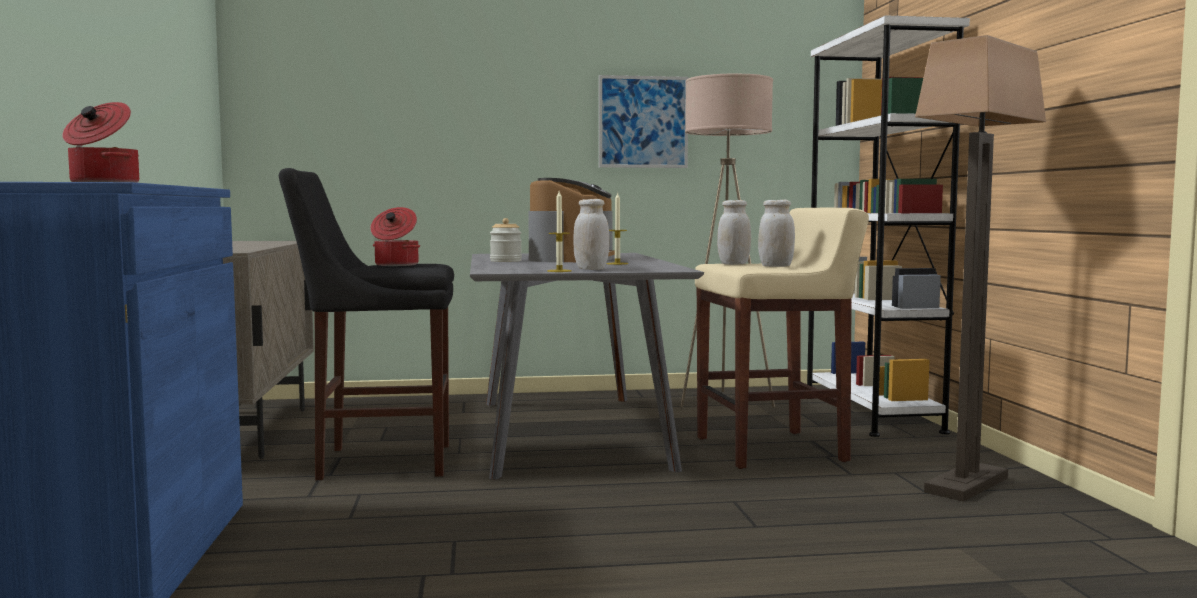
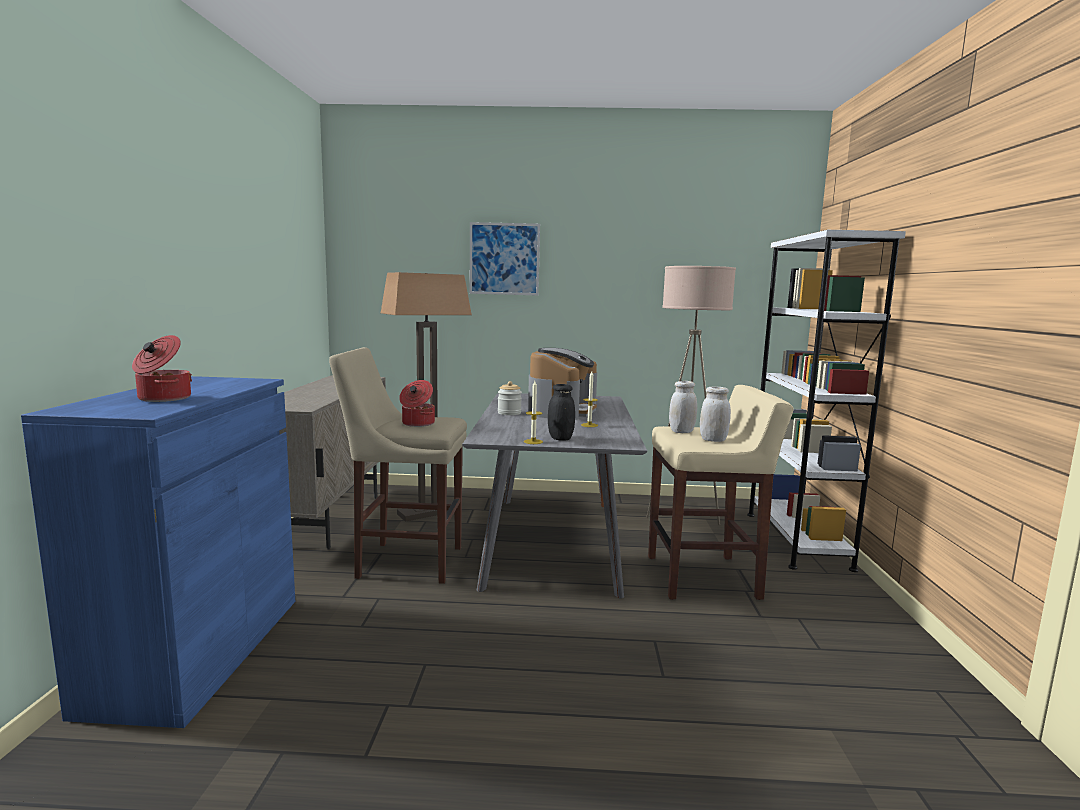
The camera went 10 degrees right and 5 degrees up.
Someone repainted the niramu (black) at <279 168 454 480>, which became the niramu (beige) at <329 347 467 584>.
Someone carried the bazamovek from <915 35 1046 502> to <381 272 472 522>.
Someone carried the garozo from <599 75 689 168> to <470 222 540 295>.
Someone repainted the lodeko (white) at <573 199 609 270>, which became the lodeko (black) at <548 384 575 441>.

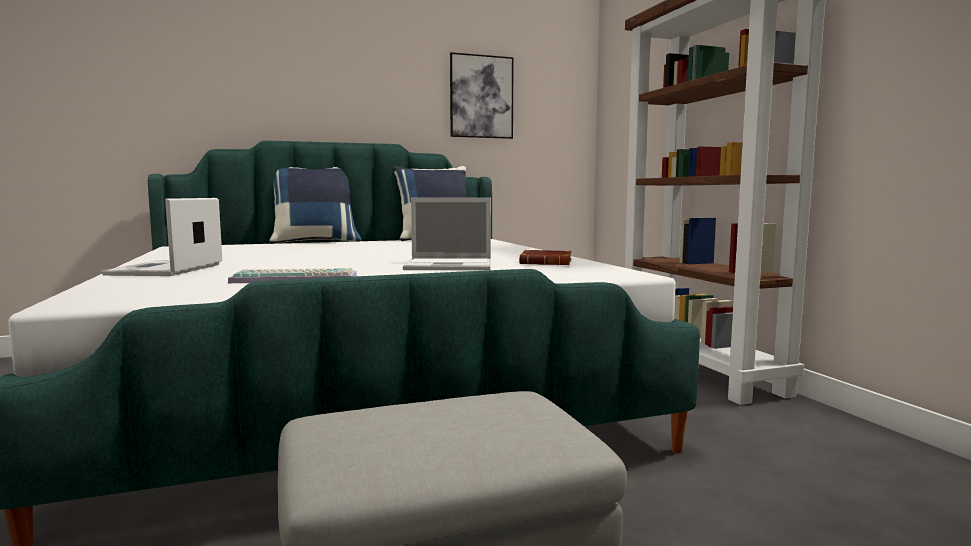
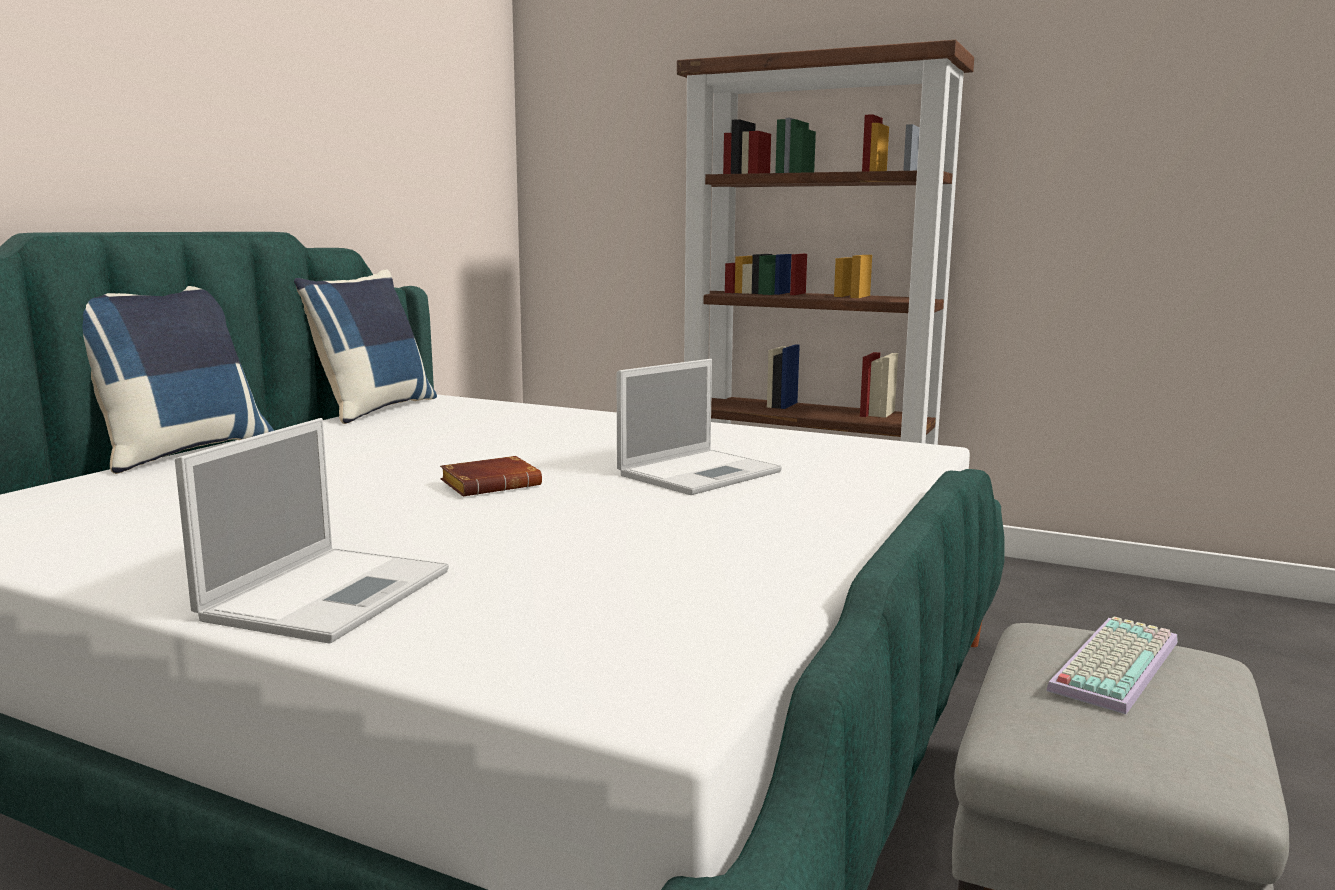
The camera went 45 degrees left and 5 degrees up.
Someone rotated the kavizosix at <102 198 223 276> by 120 degrees counterclockwise.
Someone carried the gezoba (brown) from <519 250 572 265> to <440 456 542 496>.
Someone carried the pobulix from <228 268 357 283> to <1046 617 1178 714>.
Someone took away the garozo at <450 52 514 139>.

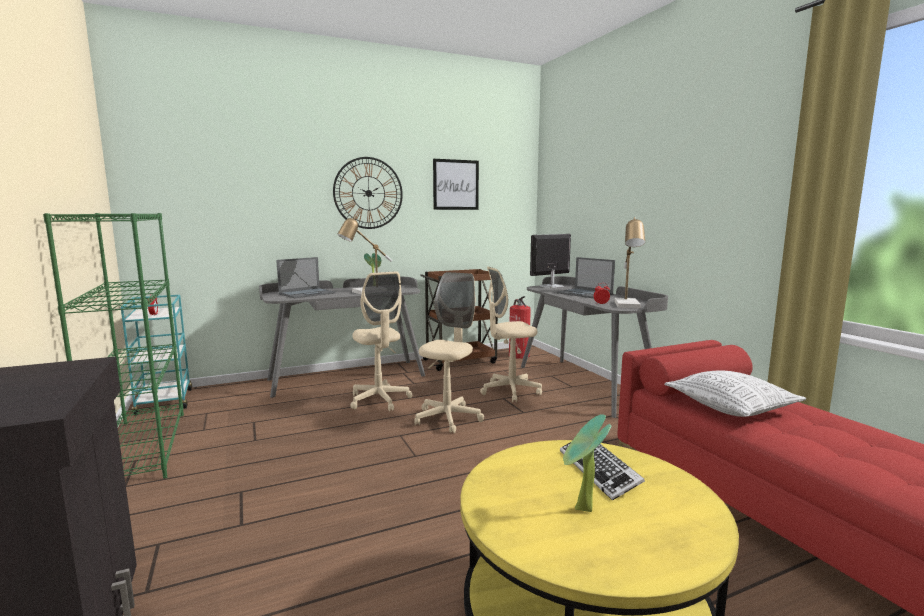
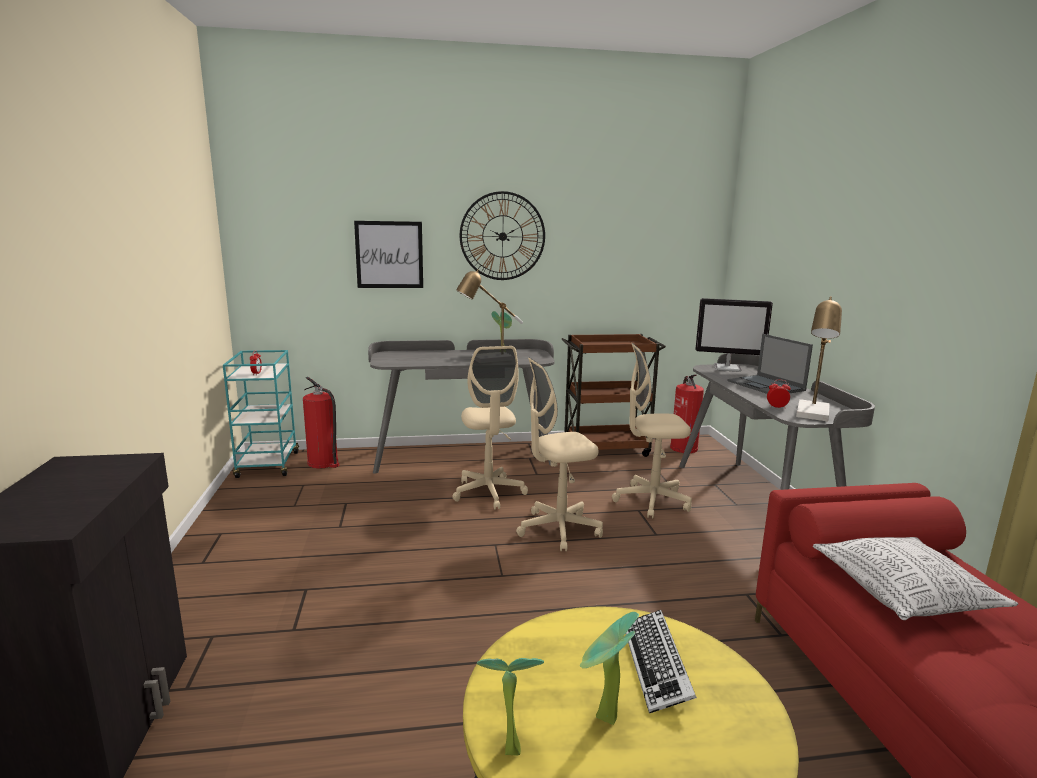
The camera went 15 degrees right and 5 degrees up.
Someone put down the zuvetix at <303 377 339 468>.
Someone carried the garozo from <433 159 479 210> to <354 221 423 288>.
Someone put down the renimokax at <477 658 544 755>.
Someone rotated the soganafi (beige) at <414 272 484 433> by 150 degrees counterclockwise.
Someone rotated the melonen at <530 234 571 289> by 150 degrees counterclockwise.
Someone took away the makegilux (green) at <43 213 184 479>.
Someone took away the kavizosix at <276 257 335 298>.

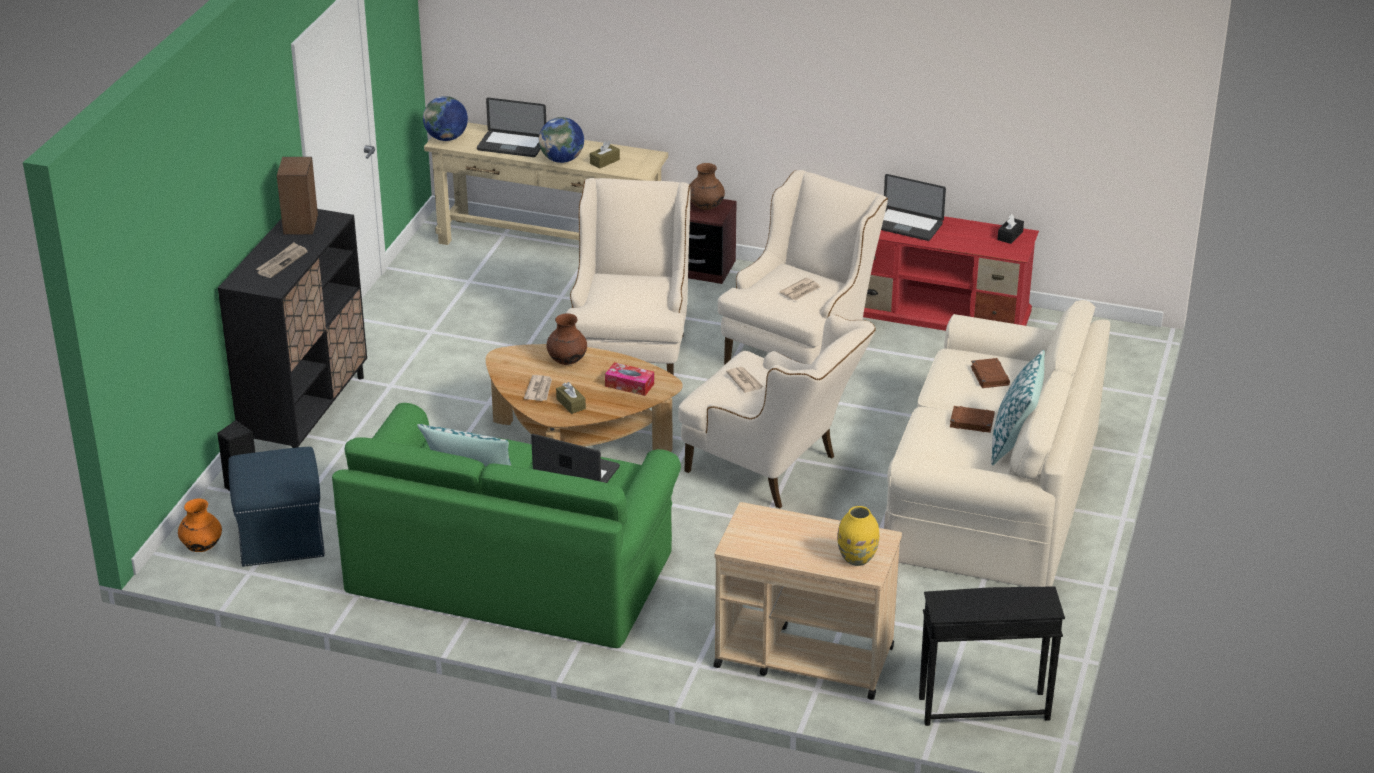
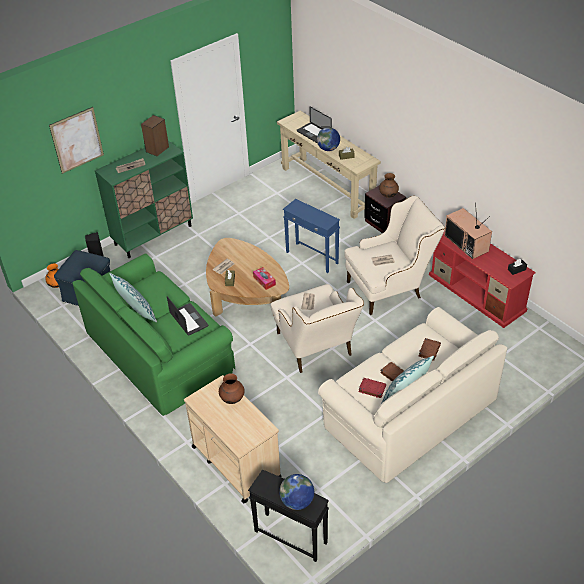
The camera went 35 degrees right and 10 degrees up.
Someone put up the garozo at <49 107 104 174>.
Someone repainted the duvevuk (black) at <218 209 367 448>, which became the duvevuk (green) at <95 140 193 258>.
Someone carried the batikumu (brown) from <547 313 587 365> to <219 373 245 404>.
Someone carried the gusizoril from <423 96 468 141> to <279 474 314 510>.
Someone swapped the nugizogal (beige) at <566 178 690 375> for the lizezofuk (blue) at <283 199 340 273>.
Someone put down the gezoba (red) at <359 378 386 398>.
Someone swapped the kavizosix at <881 174 946 241> for the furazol at <444 203 492 259>.
Someone took away the batikumu (yellow) at <837 506 879 566>.

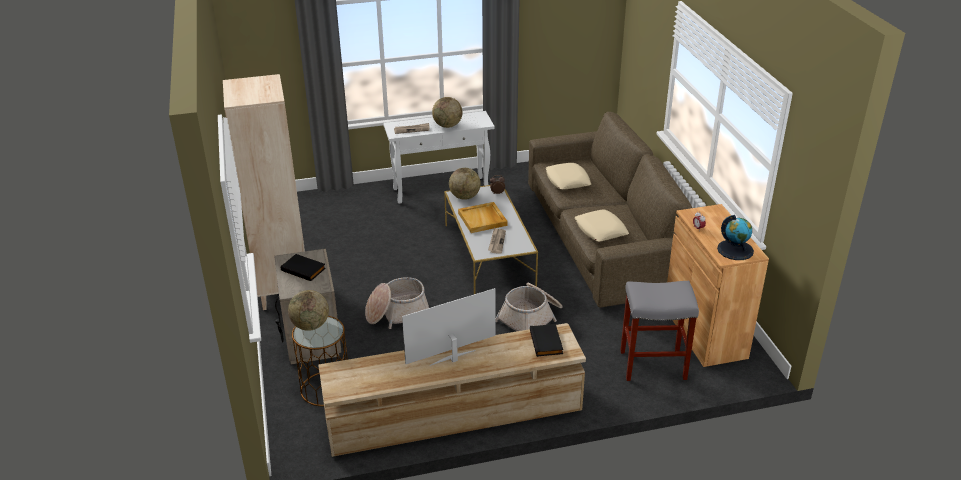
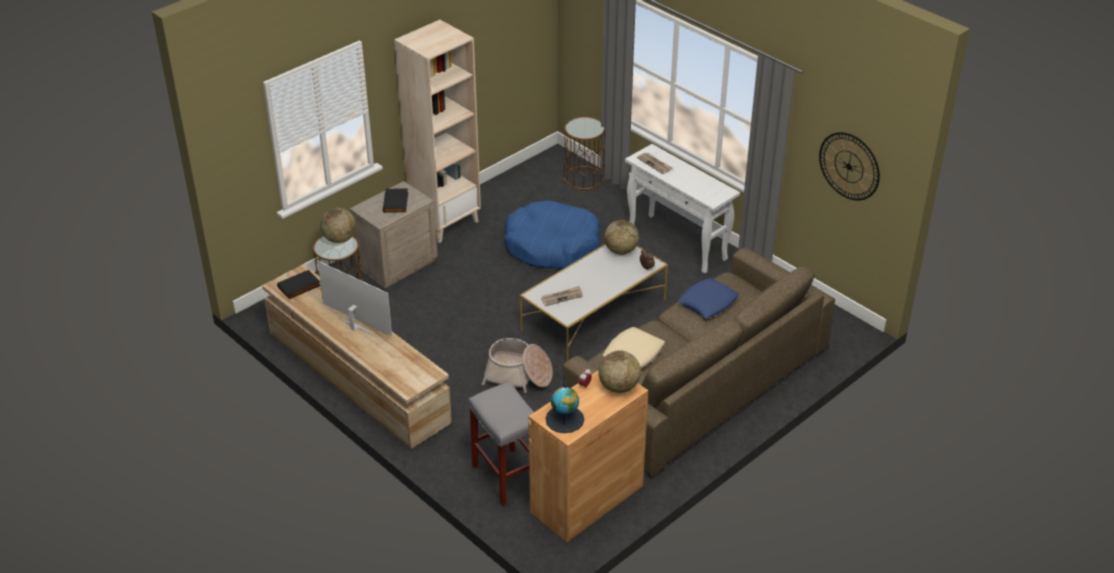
The camera went 60 degrees right and 5 degrees up.
Someone carried the gezoba (black) from <530 324 563 357> to <277 270 321 299>.
Someone put down the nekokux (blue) at <504 201 601 269>.
Someone put down the lizezofuk (brown) at <564 117 605 189>.
Someone carried the gusizoril from <432 97 463 128> to <598 350 641 393>.
Someone repainted the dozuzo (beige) at <546 163 591 189>, which became the dozuzo (blue) at <678 278 739 318>.
Someone put up the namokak at <819 132 880 201>.
Someone took away the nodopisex at <365 277 429 329>.
Someone took away the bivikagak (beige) at <458 202 508 233>.

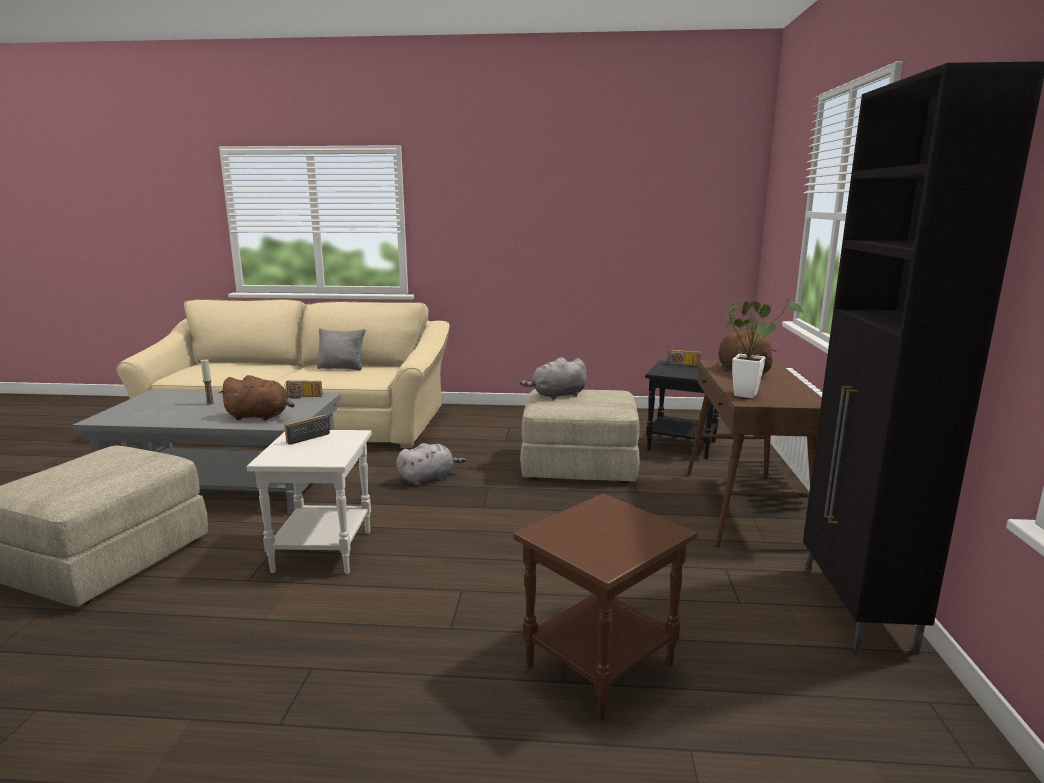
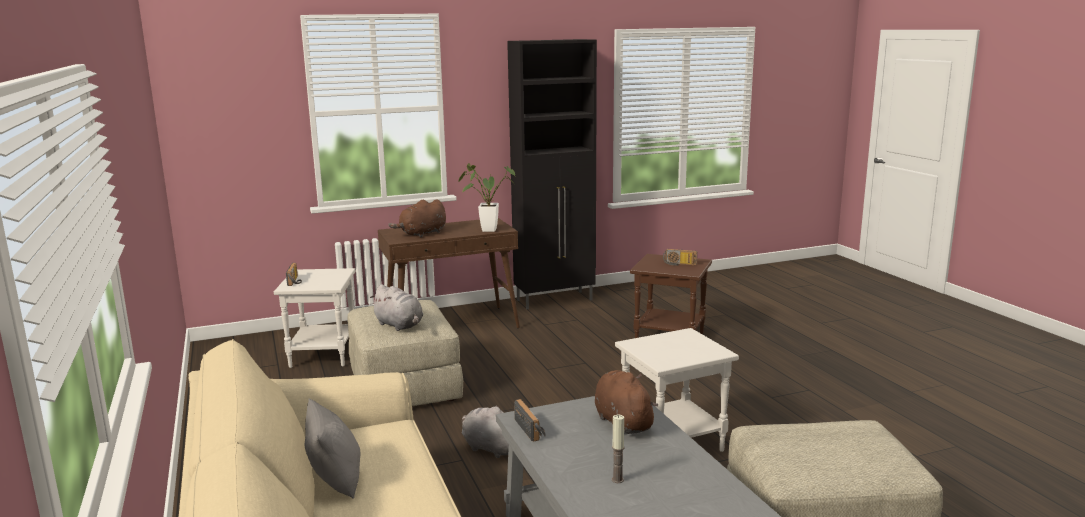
The camera went 115 degrees left and 0 degrees up.
Someone repainted the lizezofuk (black) at <645 360 719 459>, which became the lizezofuk (white) at <274 268 355 368>.
Someone carried the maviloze from <284 414 330 445> to <663 249 697 266>.

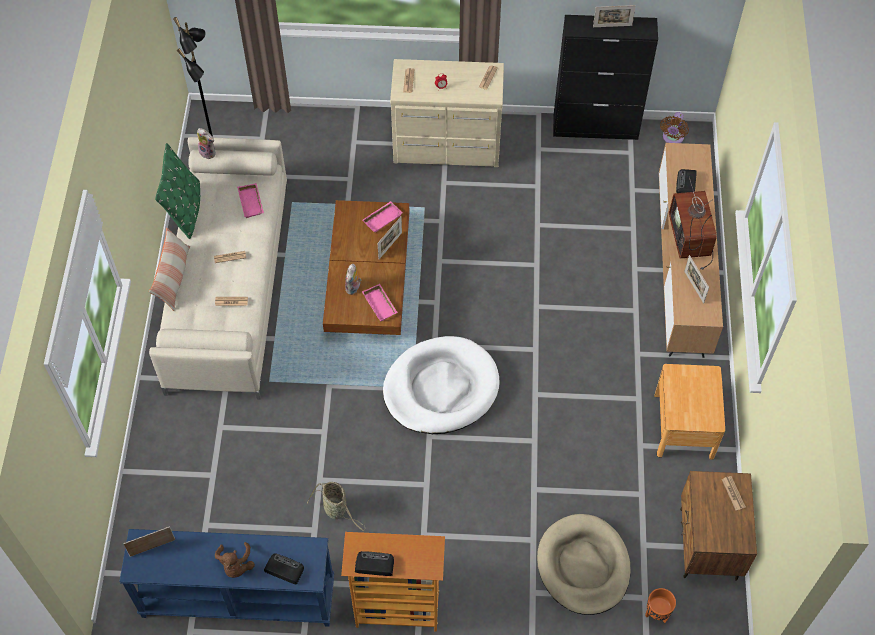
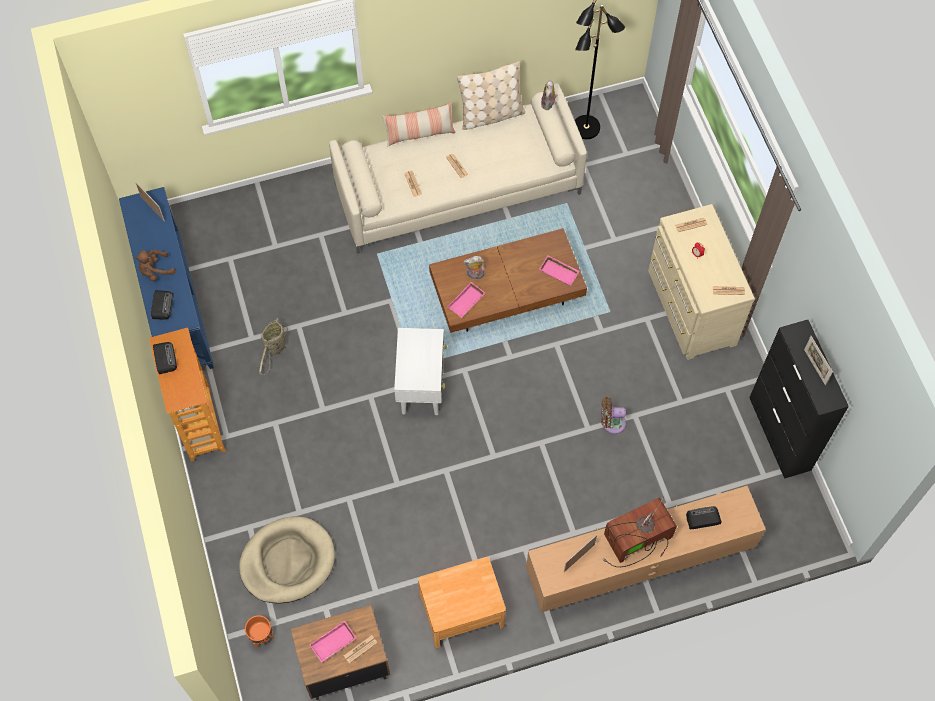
The camera went 70 degrees right and 5 degrees up.
Someone carried the bivikagak (pink) from <237 183 264 218> to <309 621 356 663>.
Someone swapped the nekokux (white) at <383 336 500 434> for the lizezofuk (white) at <394 328 447 415>.
Someone repainted the dozuzo (green) at <155 143 200 239>, which became the dozuzo (beige) at <457 61 525 130>.
Someone carried the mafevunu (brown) from <660 112 689 143> to <601 397 626 434>.
Someone took away the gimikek at <378 217 402 259>.

